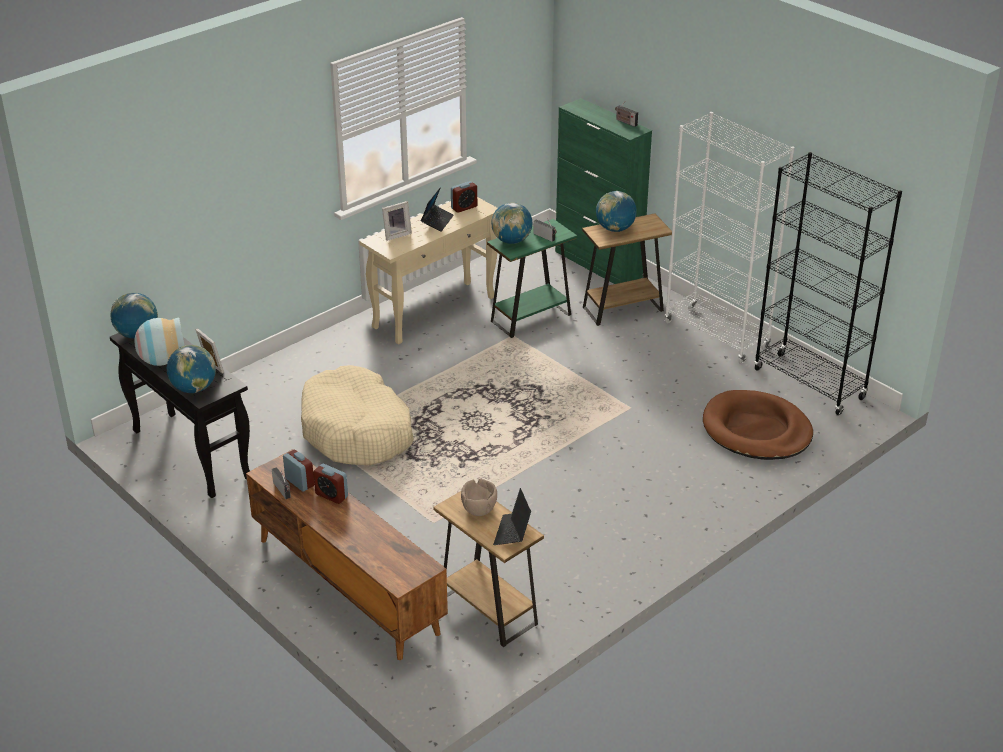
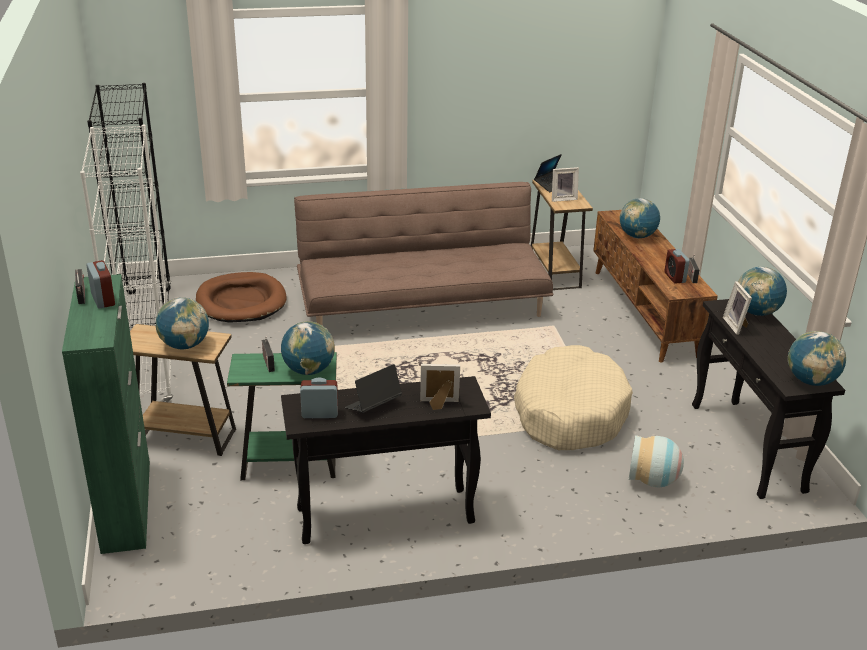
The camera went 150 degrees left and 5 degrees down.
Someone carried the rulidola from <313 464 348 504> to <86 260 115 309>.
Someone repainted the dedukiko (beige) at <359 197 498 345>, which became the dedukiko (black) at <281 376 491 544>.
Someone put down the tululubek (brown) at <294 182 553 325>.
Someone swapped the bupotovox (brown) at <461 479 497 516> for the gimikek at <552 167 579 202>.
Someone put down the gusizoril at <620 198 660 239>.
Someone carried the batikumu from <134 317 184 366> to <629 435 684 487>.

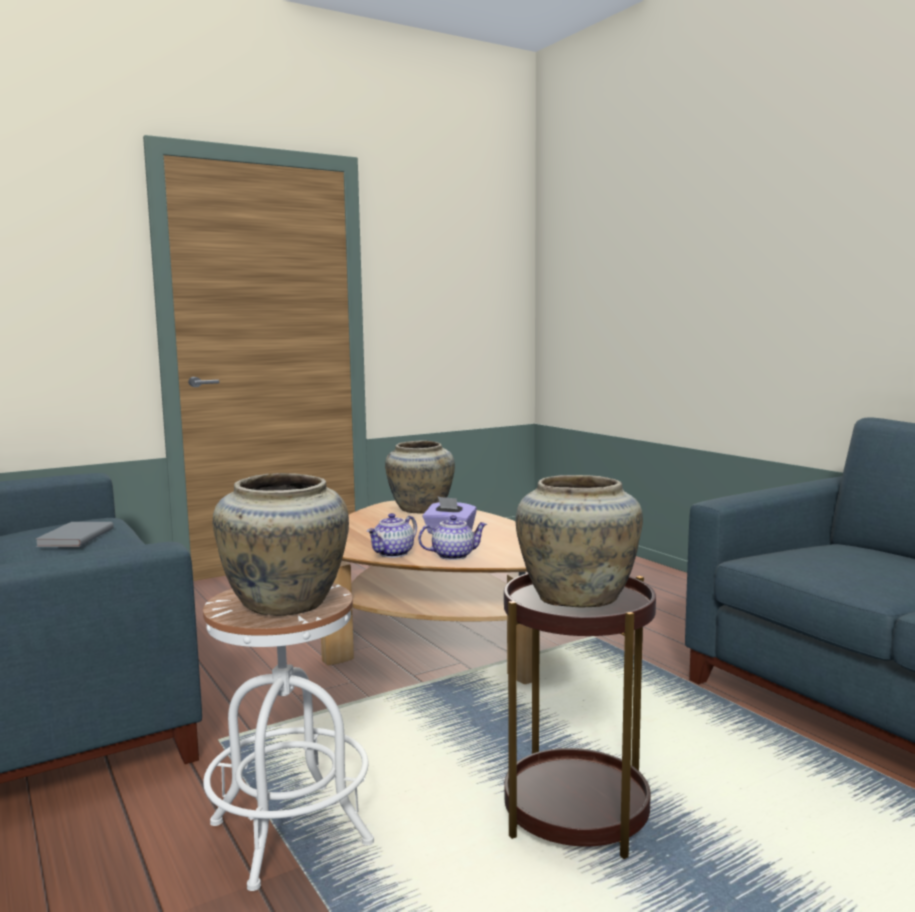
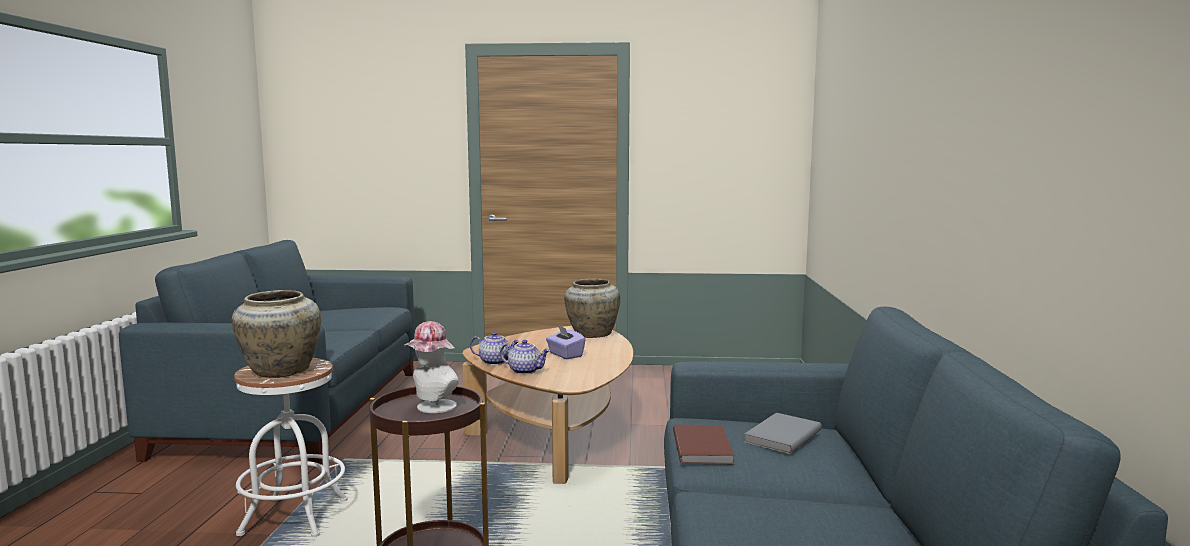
The camera went 35 degrees right and 0 degrees up.
Someone swapped the batikumu (beige) at <516 475 643 607> for the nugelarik at <404 321 459 413>.
Someone rotated the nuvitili at <367 513 417 558> by 150 degrees counterclockwise.
Someone put down the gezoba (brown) at <673 425 734 464>.
Someone carried the gezoba (grey) from <36 522 114 547> to <744 413 822 454>.

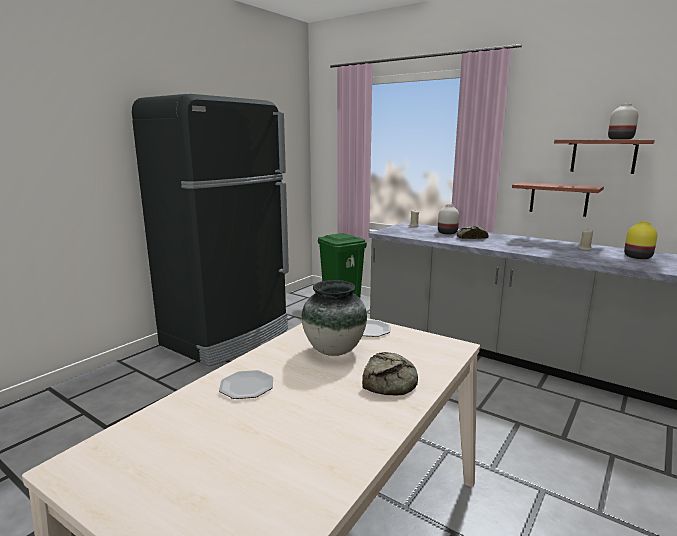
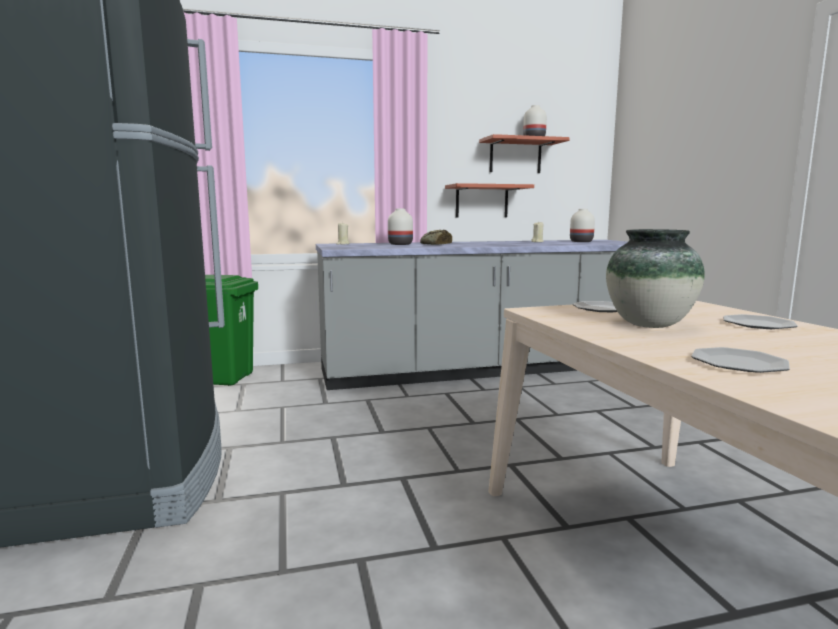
The camera went 50 degrees left and 5 degrees down.
Someone repainted the batikumu (yellow) at <624 221 658 259>, which became the batikumu (white) at <570 209 595 242>.
Someone swapped the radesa at <362 352 418 396> for the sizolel at <723 314 798 329>.

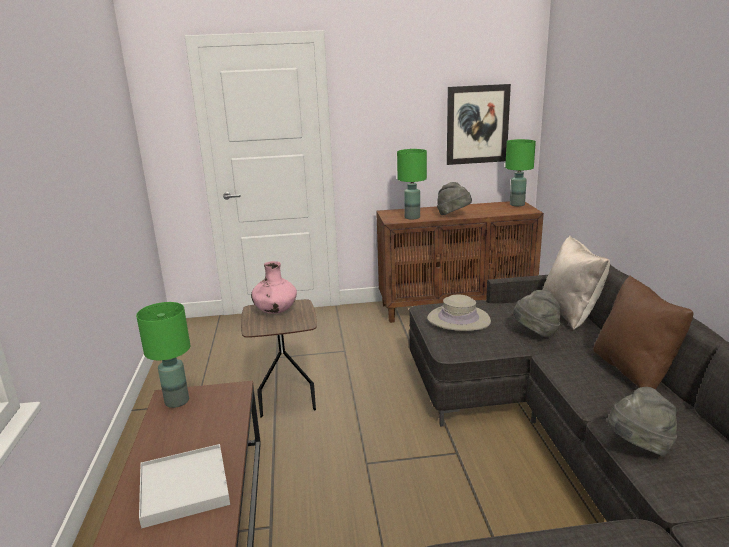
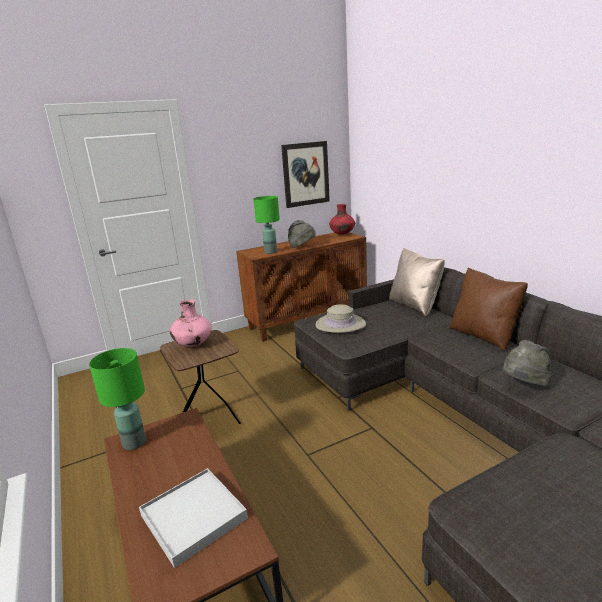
The camera went 20 degrees left and 0 degrees up.
Someone swapped the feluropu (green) at <505 139 536 206> for the batikumu (red) at <329 204 355 234>.
Someone took away the nugelarik (grey) at <513 290 561 337>.

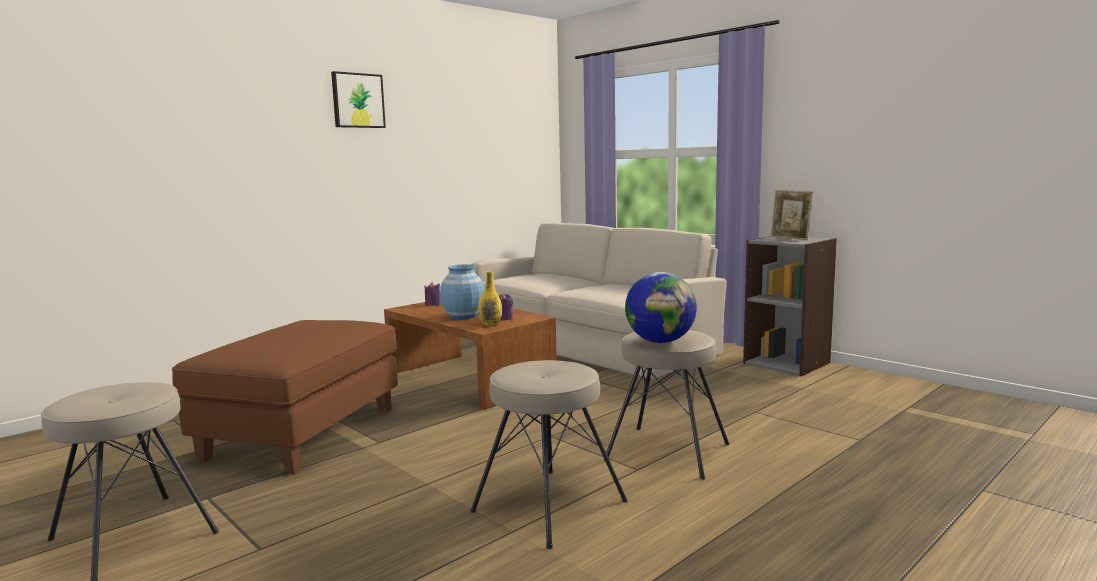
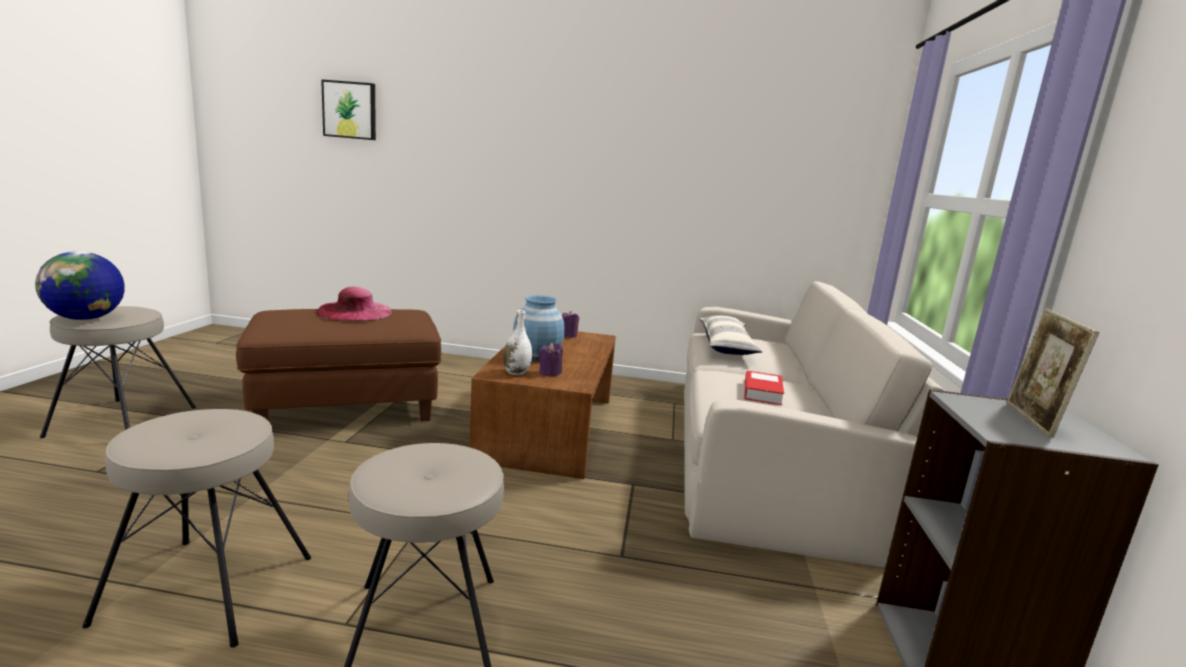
The camera went 50 degrees right and 5 degrees up.
Someone carried the gusizoril from <625 272 697 343> to <35 251 125 320>.
Someone put down the nugelarik (pink) at <316 287 392 321>.
Someone carried the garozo from <331 71 386 128> to <321 79 376 140>.
Someone repainted the batikumu (yellow) at <478 271 502 326>, which became the batikumu (white) at <503 310 532 375>.
Someone put down the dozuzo at <700 315 763 355>.
Someone put down the gezoba at <744 371 784 405>.

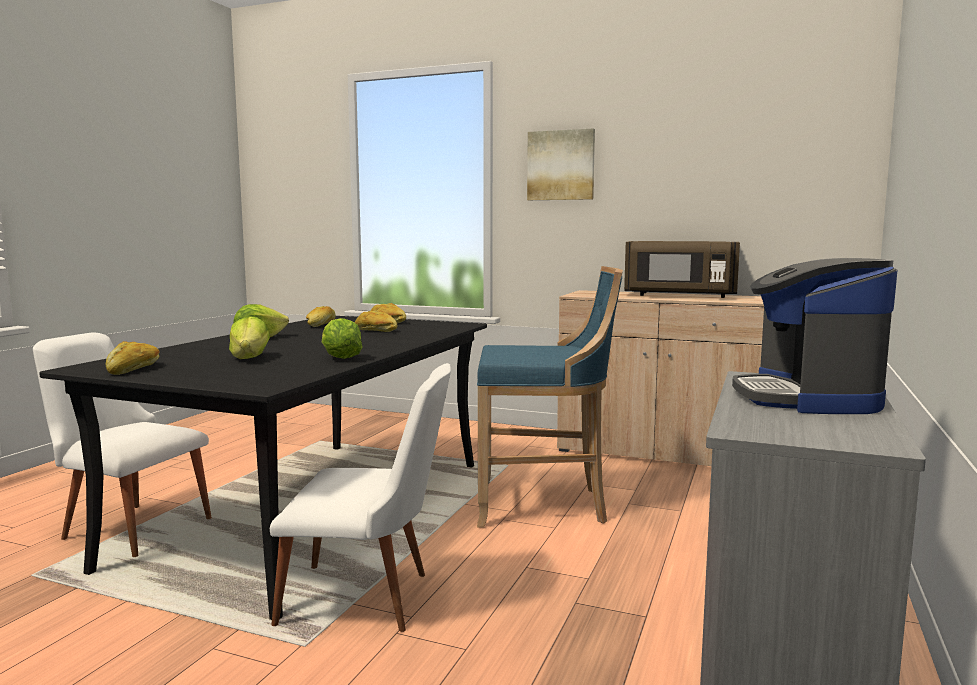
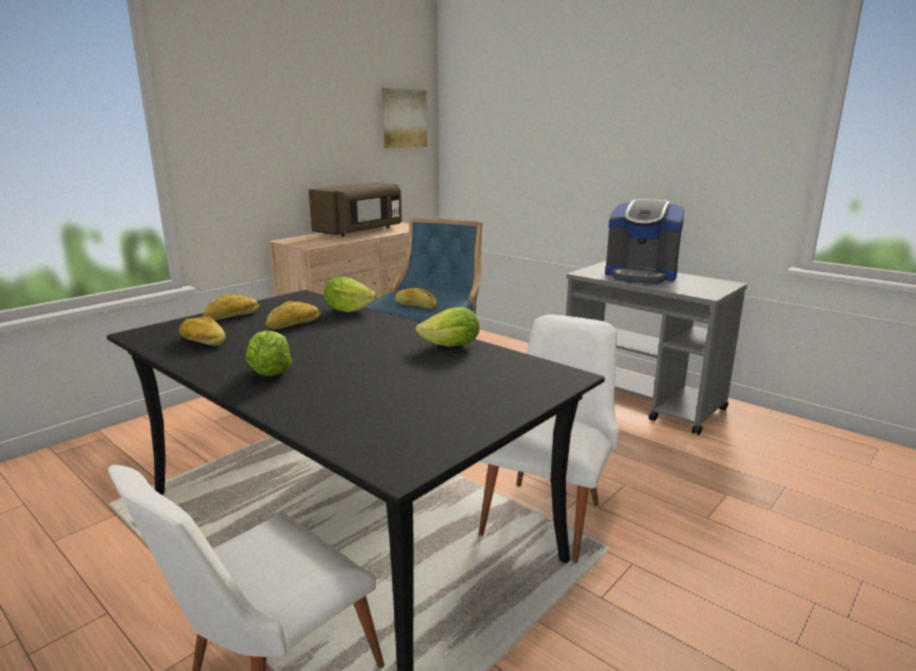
The camera went 70 degrees left and 10 degrees up.
Someone carried the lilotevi from <229 316 270 359> to <324 277 377 312>.
Someone carried the garozo from <527 128 595 200> to <382 88 427 148>.
Someone carried the radesa from <105 341 159 375> to <395 288 437 309>.

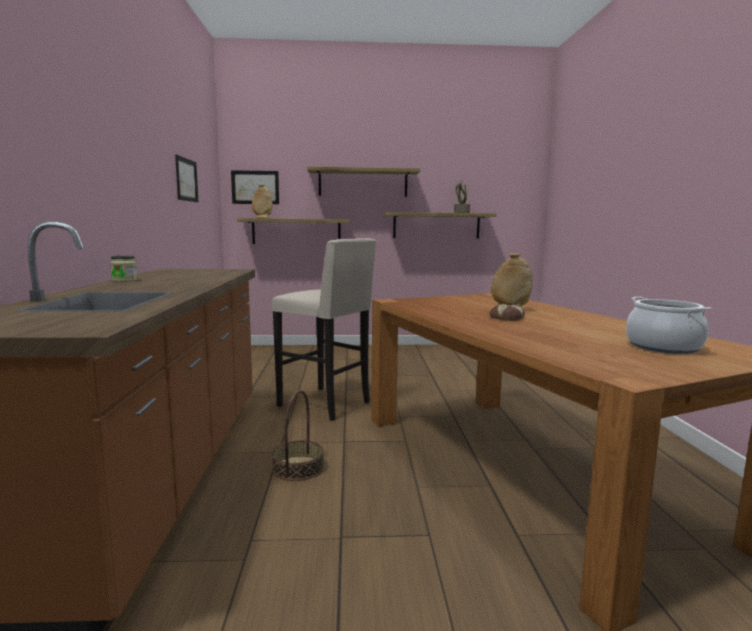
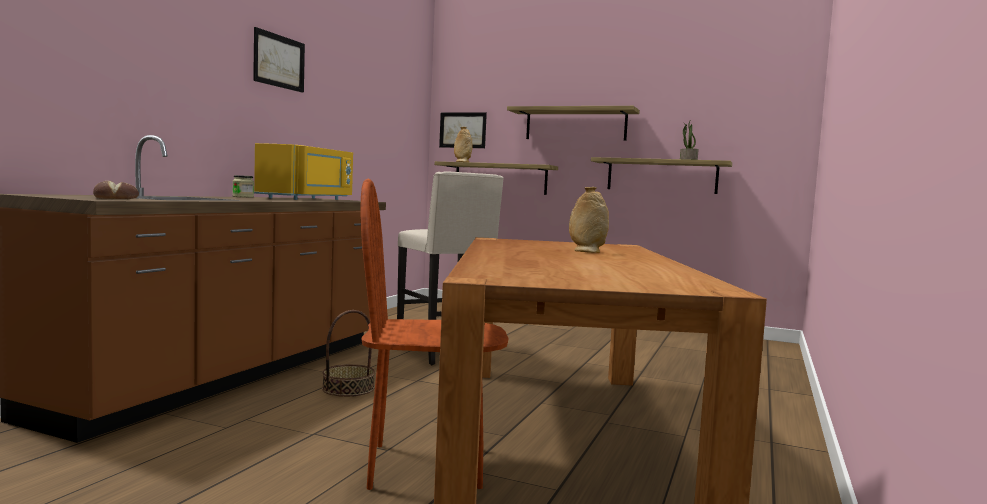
The camera went 25 degrees right and 5 degrees down.
Someone carried the radesa from <489 304 525 321> to <93 181 139 199>.
Someone carried the garozo from <175 155 198 202> to <253 27 305 93>.
Someone put down the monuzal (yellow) at <254 143 353 200>.
Someone put down the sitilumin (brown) at <361 179 508 490>.
Someone took away the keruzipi at <626 297 711 354>.

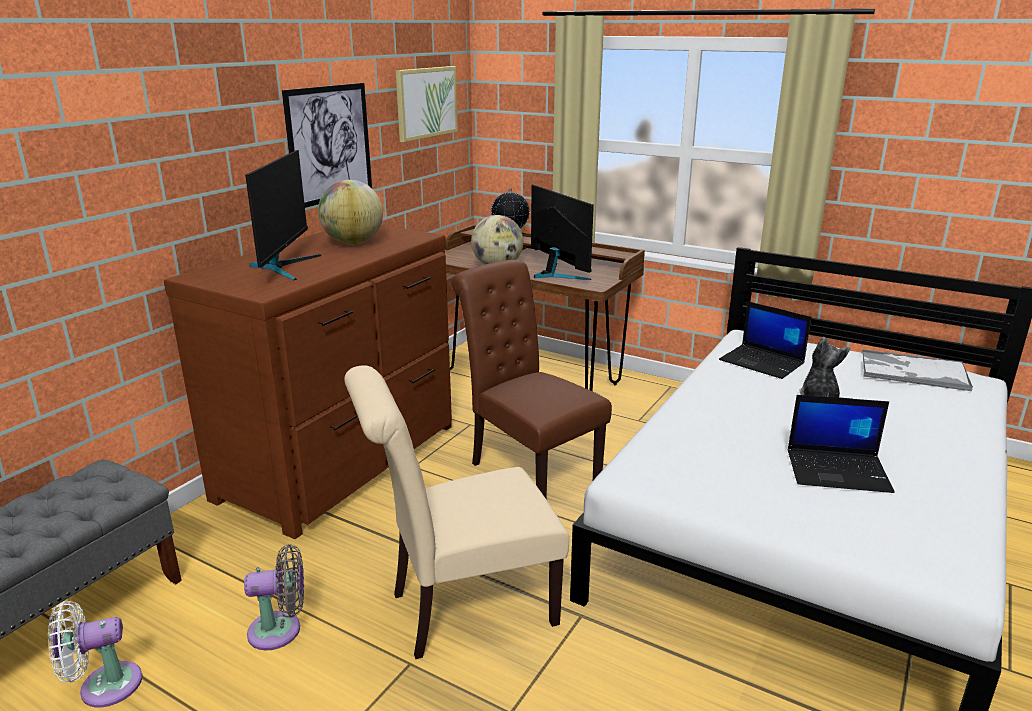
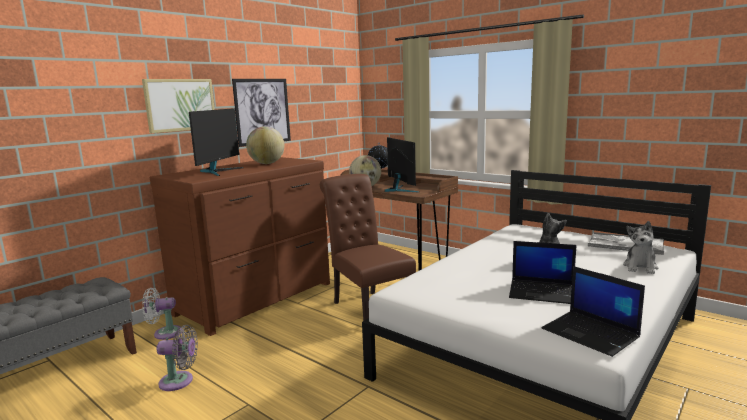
The camera went 10 degrees right and 10 degrees down.
Someone carried the garozo from <396 66 458 142> to <142 79 215 133>.
Someone carried the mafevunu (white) from <48 601 142 708> to <142 288 182 340>.
Someone carried the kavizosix from <719 302 811 379> to <542 266 645 357>.
Someone put down the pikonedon at <623 221 658 274>.
Someone took away the sitilumin (beige) at <344 365 569 659>.

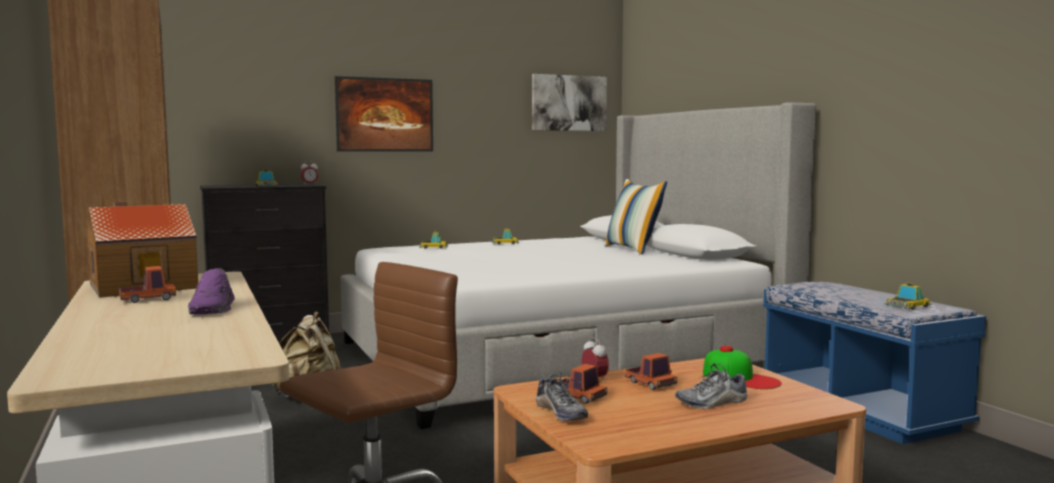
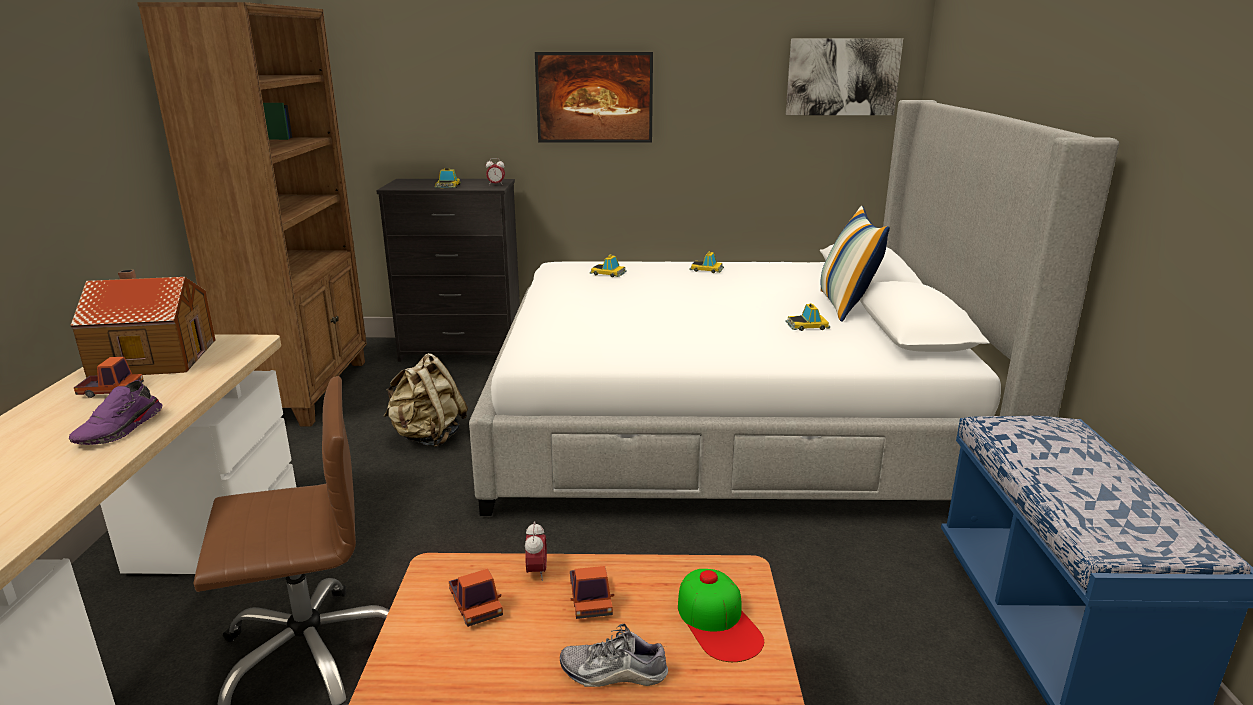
The camera went 25 degrees right and 15 degrees up.
Someone carried the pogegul from <884 283 931 309> to <786 303 830 331>.
Someone took away the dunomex at <536 372 588 421>.

